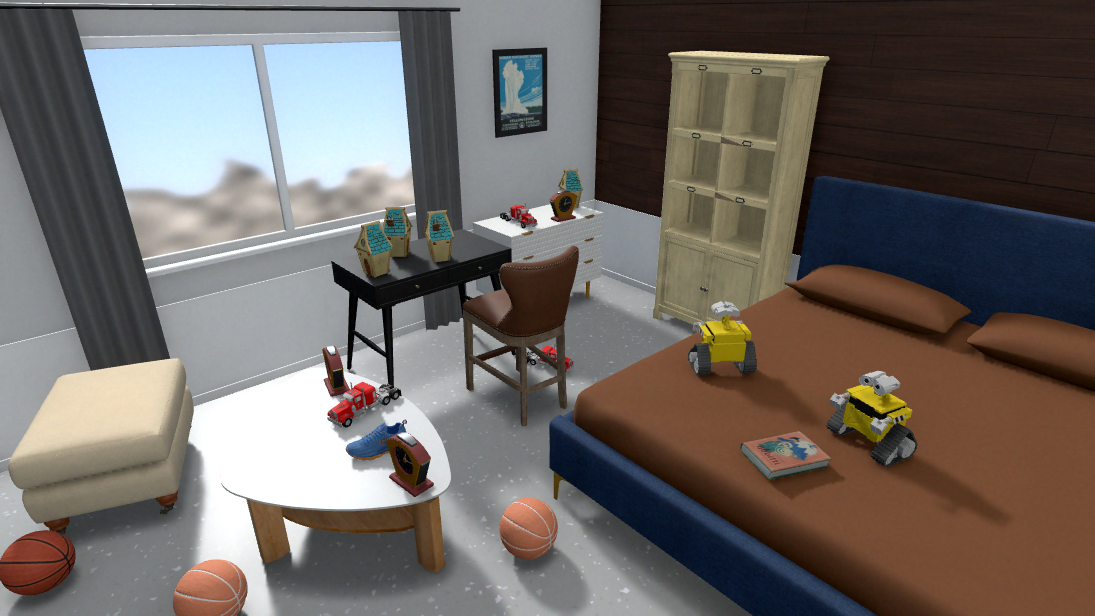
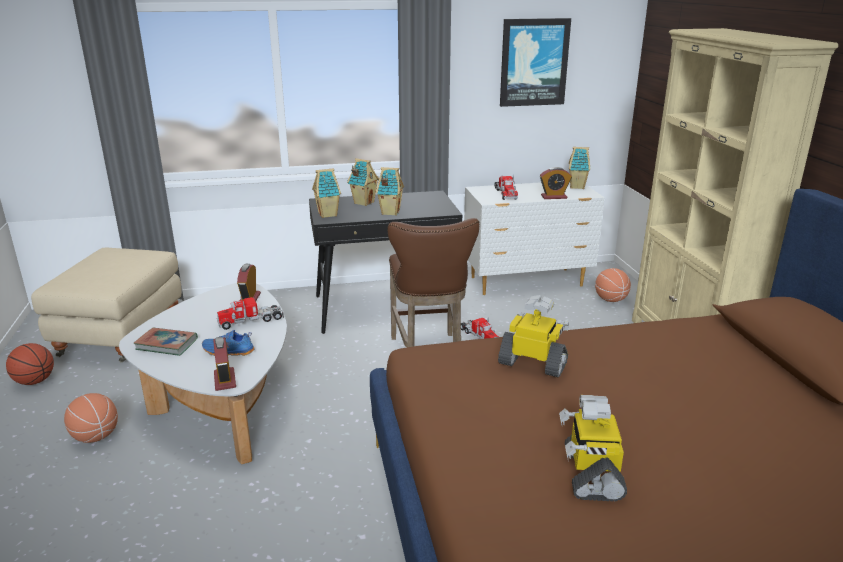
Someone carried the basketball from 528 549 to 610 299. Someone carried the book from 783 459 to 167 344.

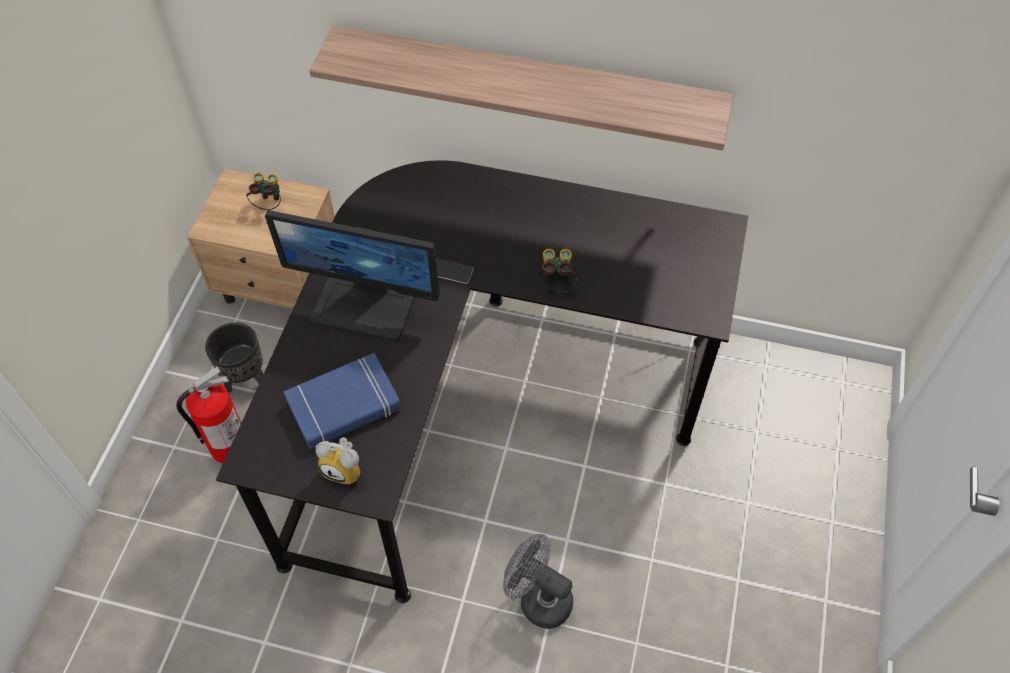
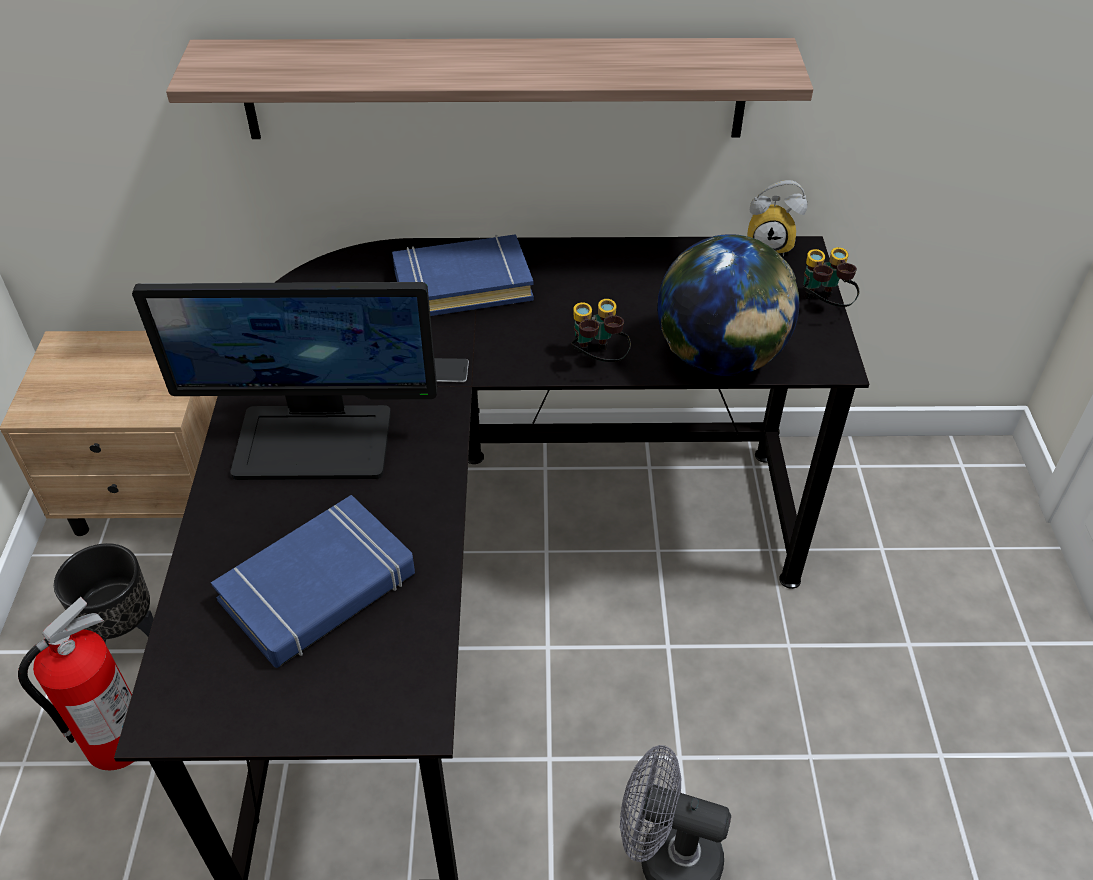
Someone carried the binoculars from 268 205 to 822 306. Someone carried the table clock from 345 469 to 770 245. Someone put down the book (blue-coloured) at 462 284. Someone put down the globe at 719 359.

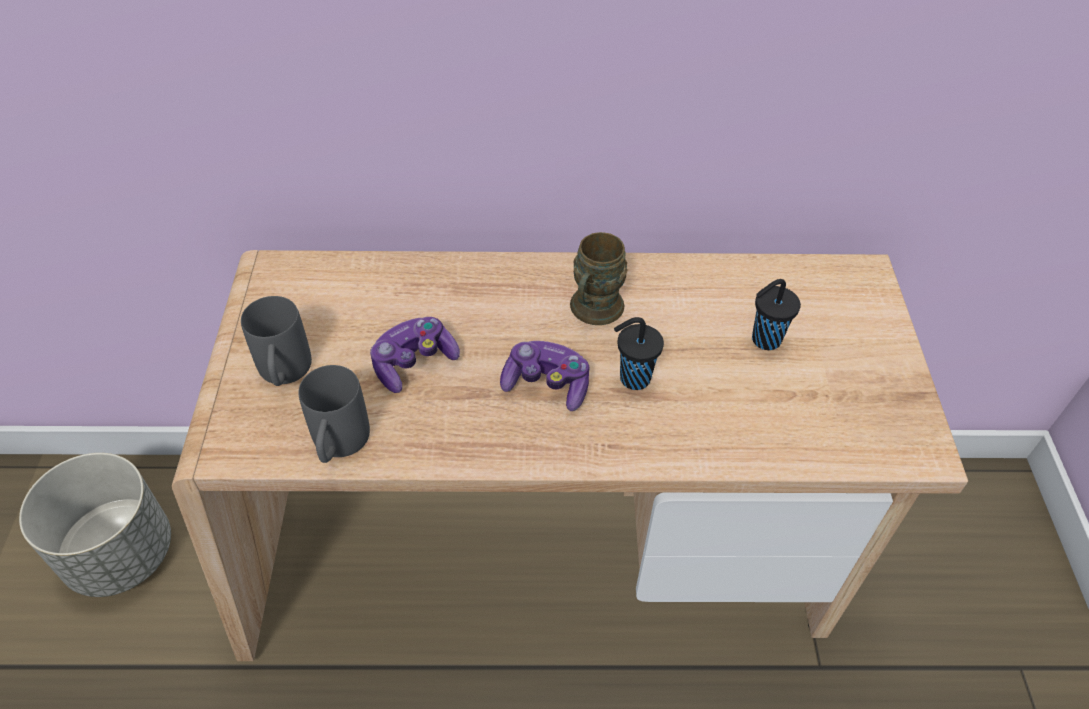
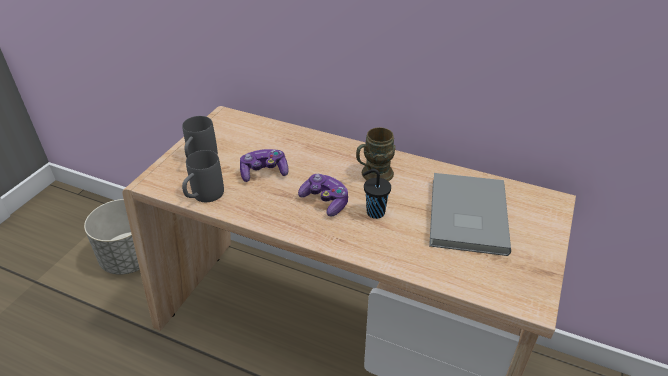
Someone swapped the cup (black-coloured) at 764 340 for the book (greyish) at 465 216.

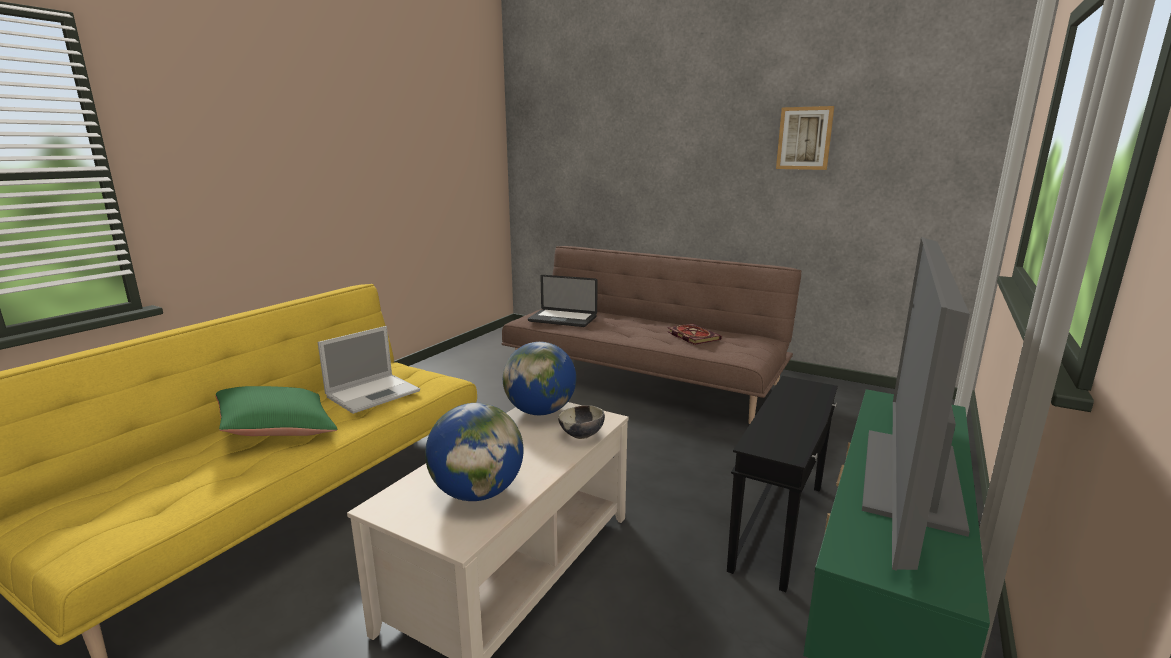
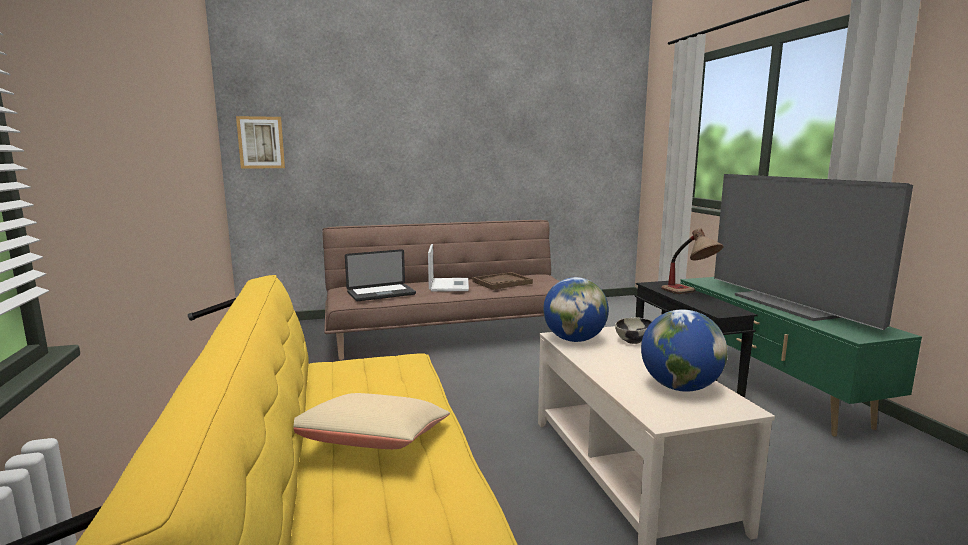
Someone repainted the throw pillow (green-coloured) at 278 429, which became the throw pillow (beige) at 373 443. Someone carried the notebook computer from 374 393 to 448 285. Someone swapped the book at 691 336 for the tray (brownish) at 502 282. Someone carried the wall picture from 804 138 to 261 142. Someone put down the table lamp at 689 294.

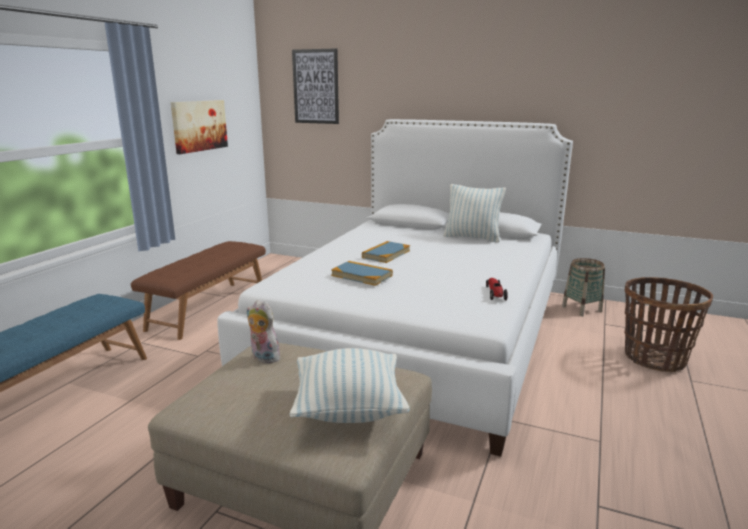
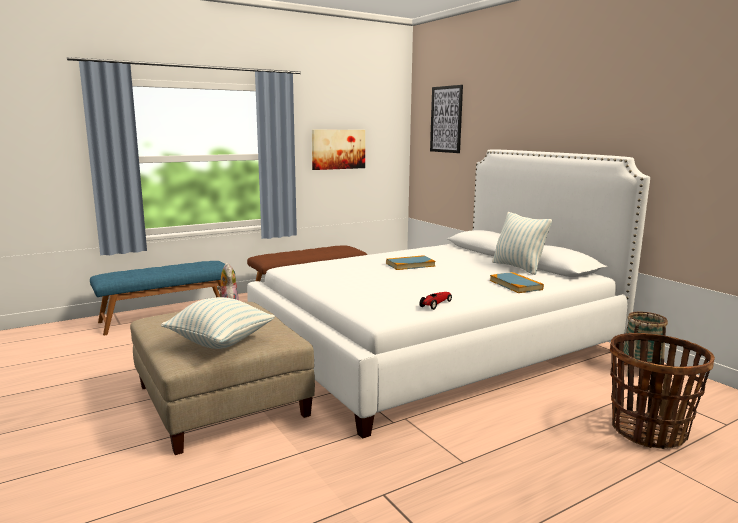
Someone carried the book from 362 275 to 515 285.

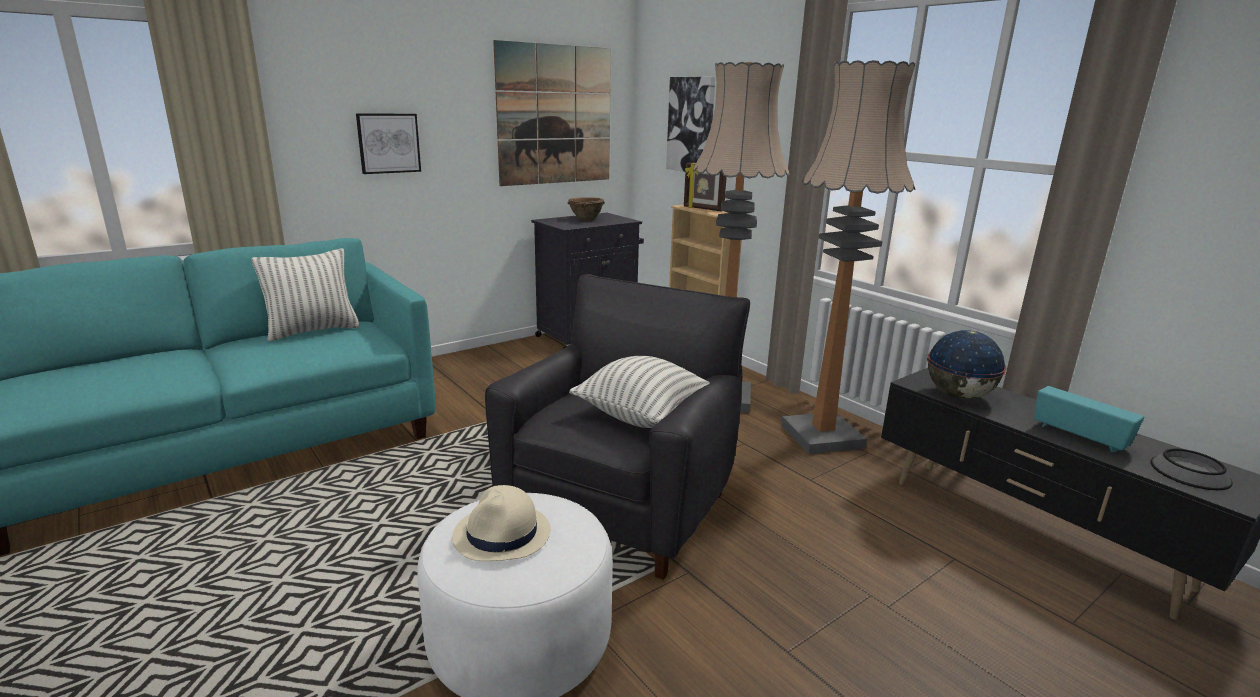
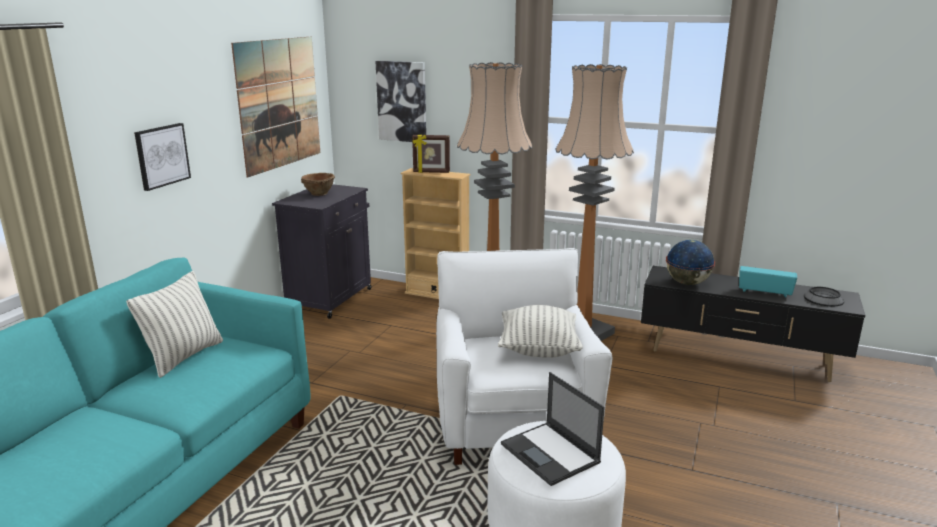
Someone swapped the hat (beige) at 502 535 for the notebook computer at 551 454. Someone repainted the armchair (black-coloured) at 622 507, which became the armchair (white) at 514 424.

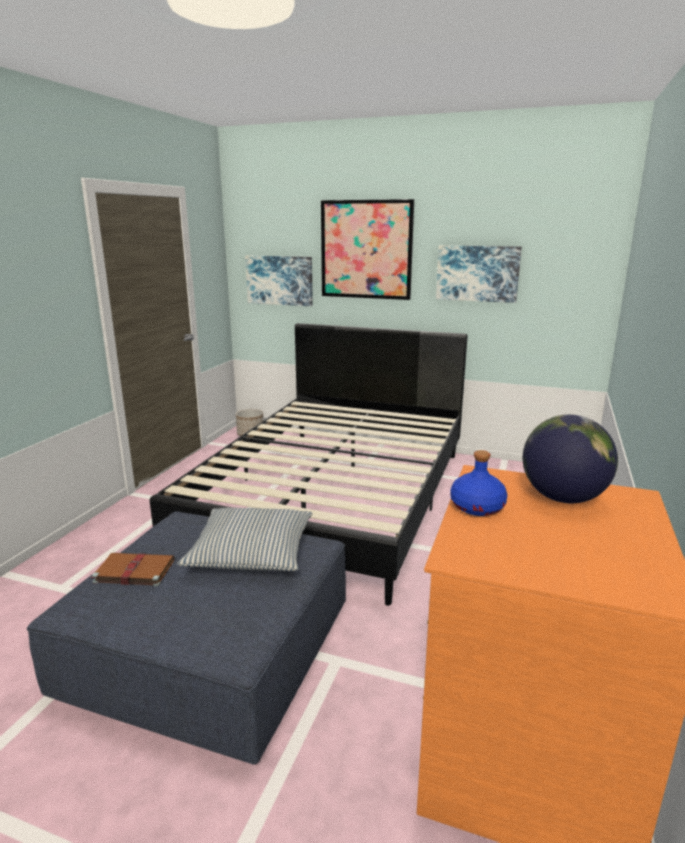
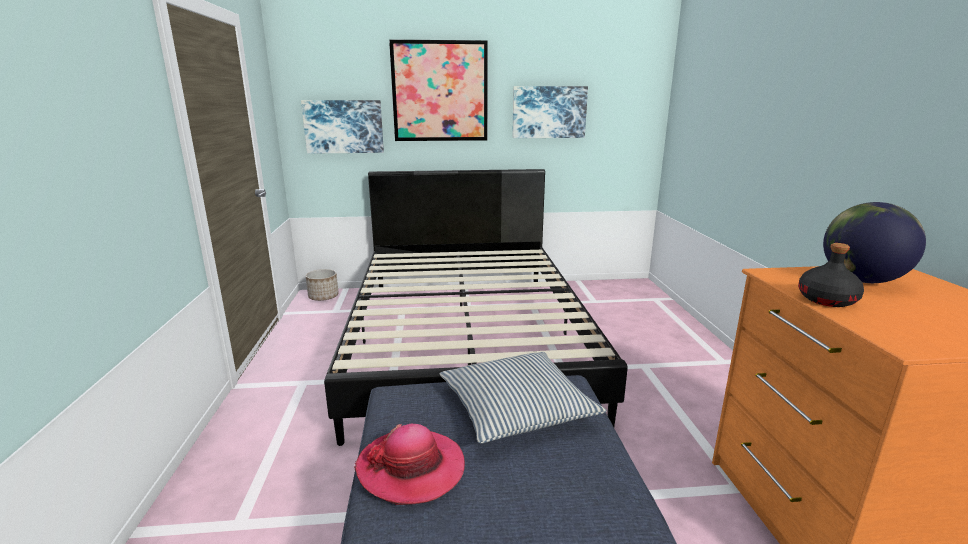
Someone swapped the book (brownish) at 133 571 for the hat at 411 468. Someone repainted the bottle (blue-coloured) at 478 507, which became the bottle (black-coloured) at 827 300.

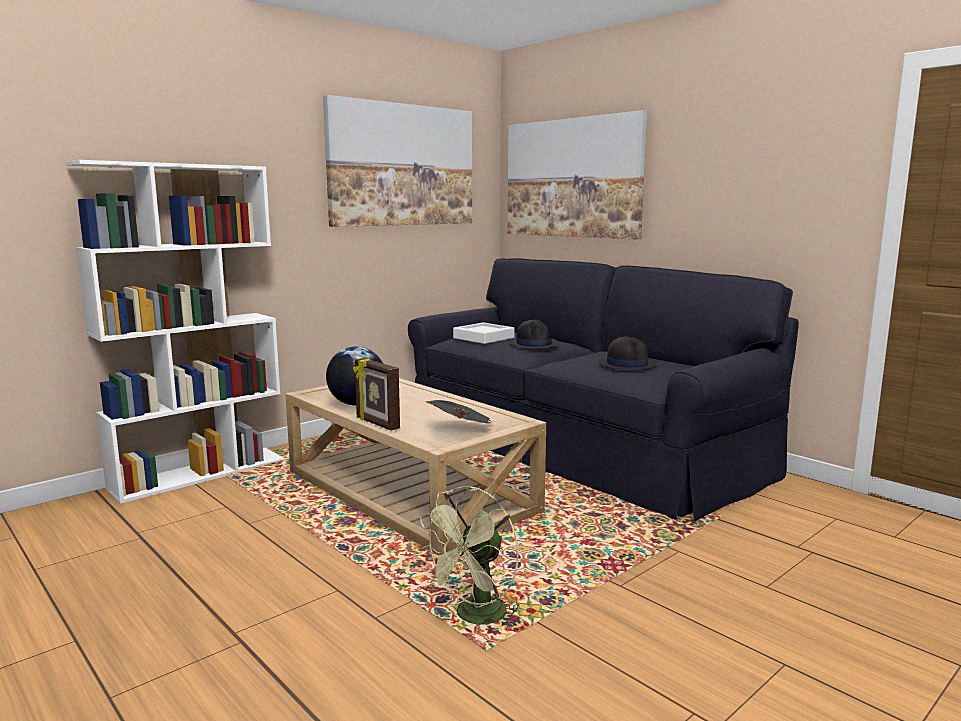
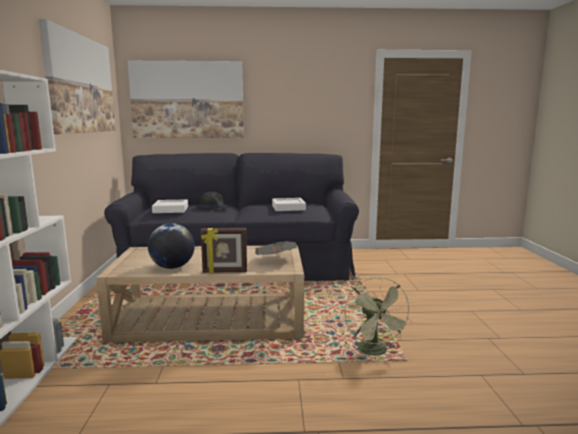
Someone swapped the hat (black-coloured) at 627 365 for the tray (white) at 288 208.

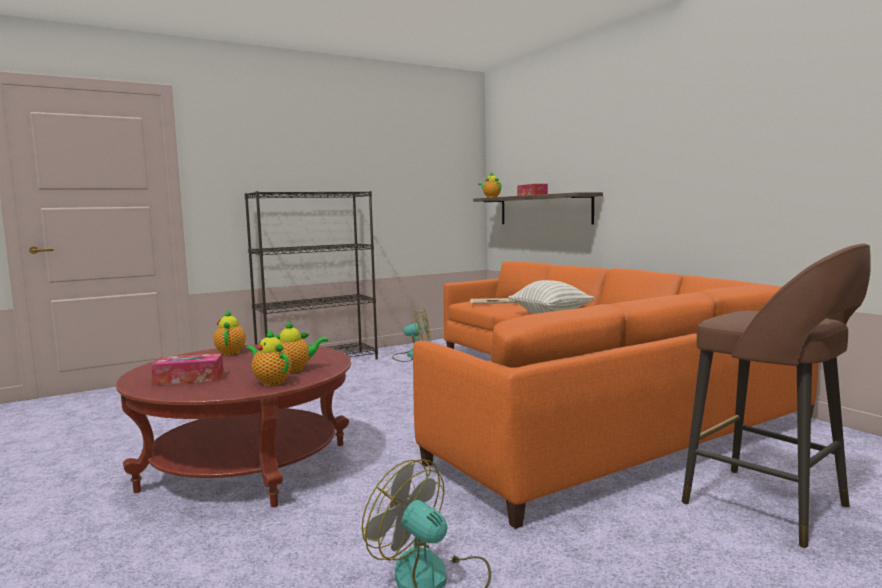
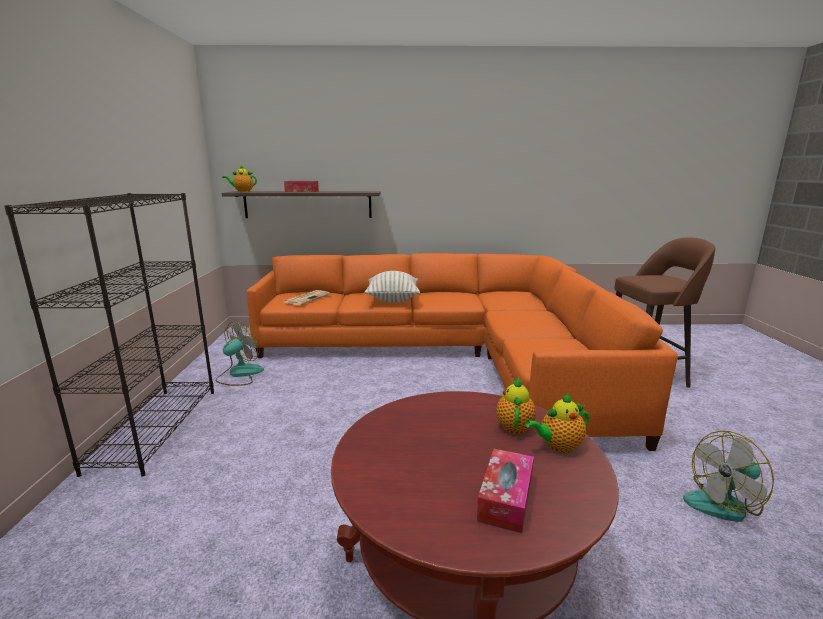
Someone took away the pot for tea at 231 352.

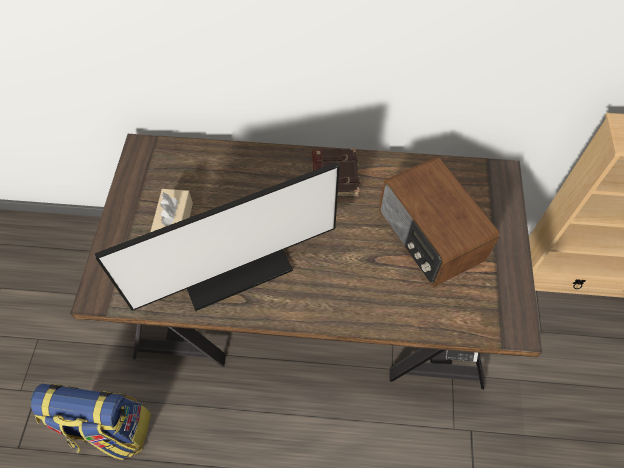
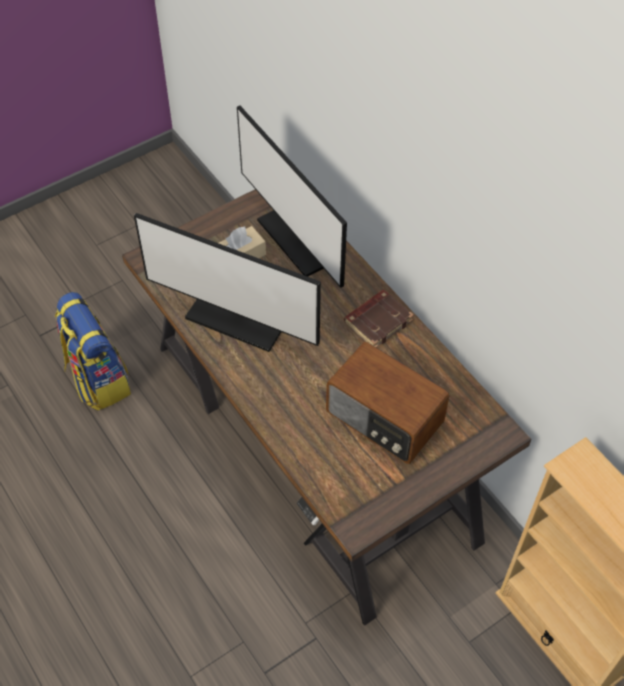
Someone rotated the radio receiver at 428 237 by 75 degrees counterclockwise. Someone put down the computer display at 298 239.

